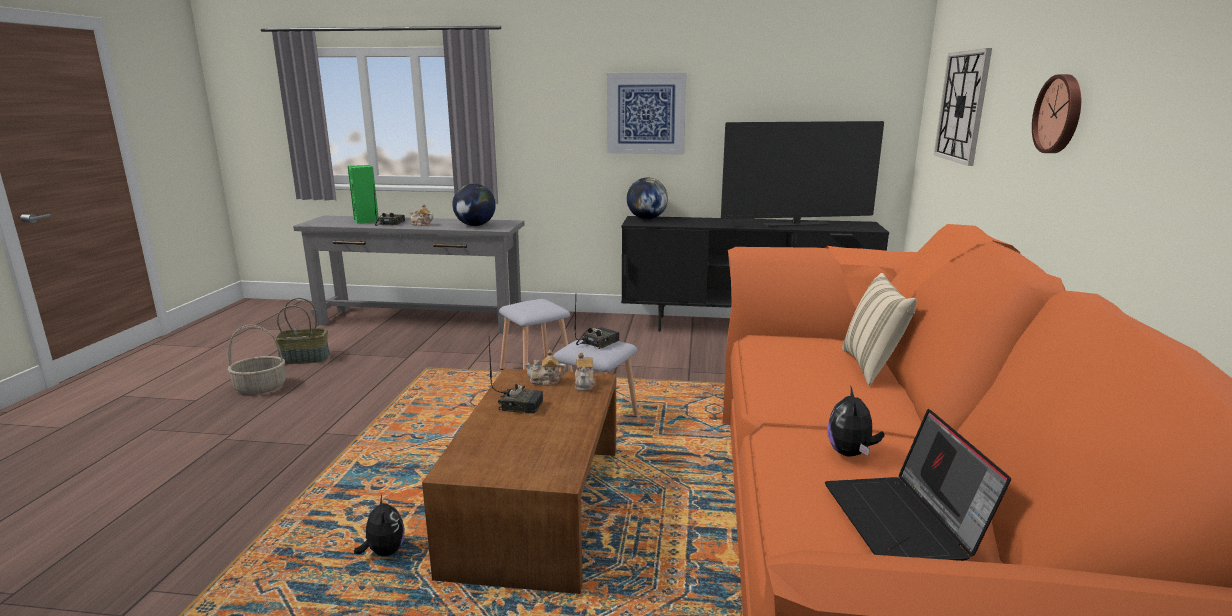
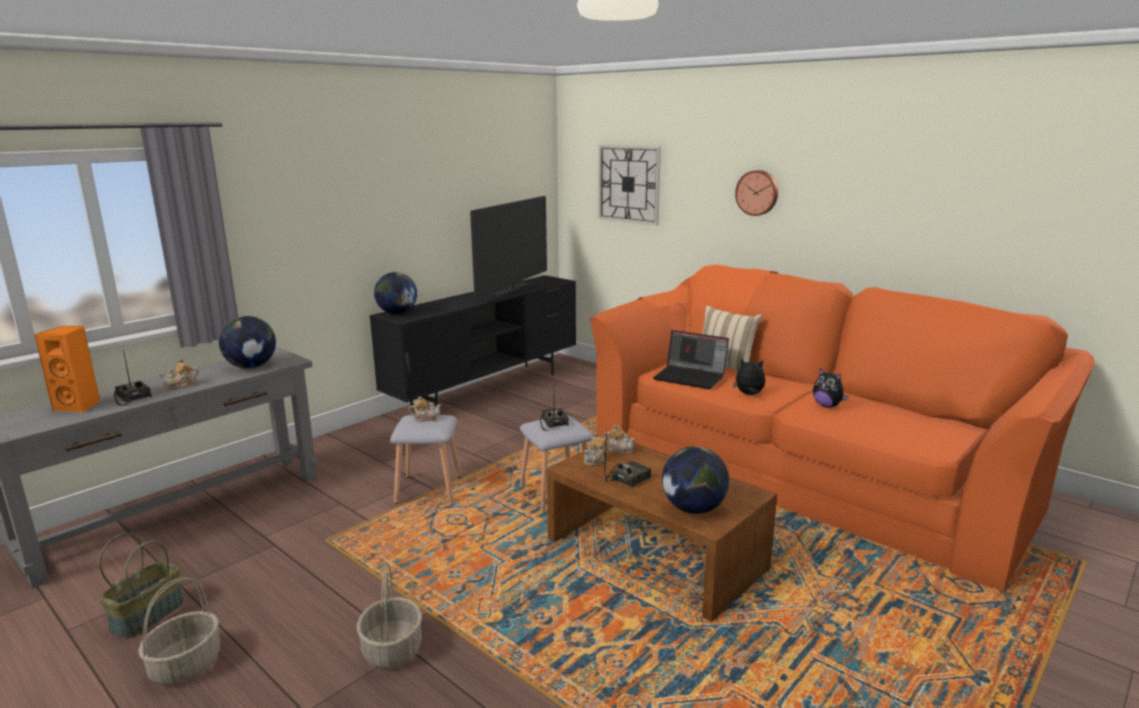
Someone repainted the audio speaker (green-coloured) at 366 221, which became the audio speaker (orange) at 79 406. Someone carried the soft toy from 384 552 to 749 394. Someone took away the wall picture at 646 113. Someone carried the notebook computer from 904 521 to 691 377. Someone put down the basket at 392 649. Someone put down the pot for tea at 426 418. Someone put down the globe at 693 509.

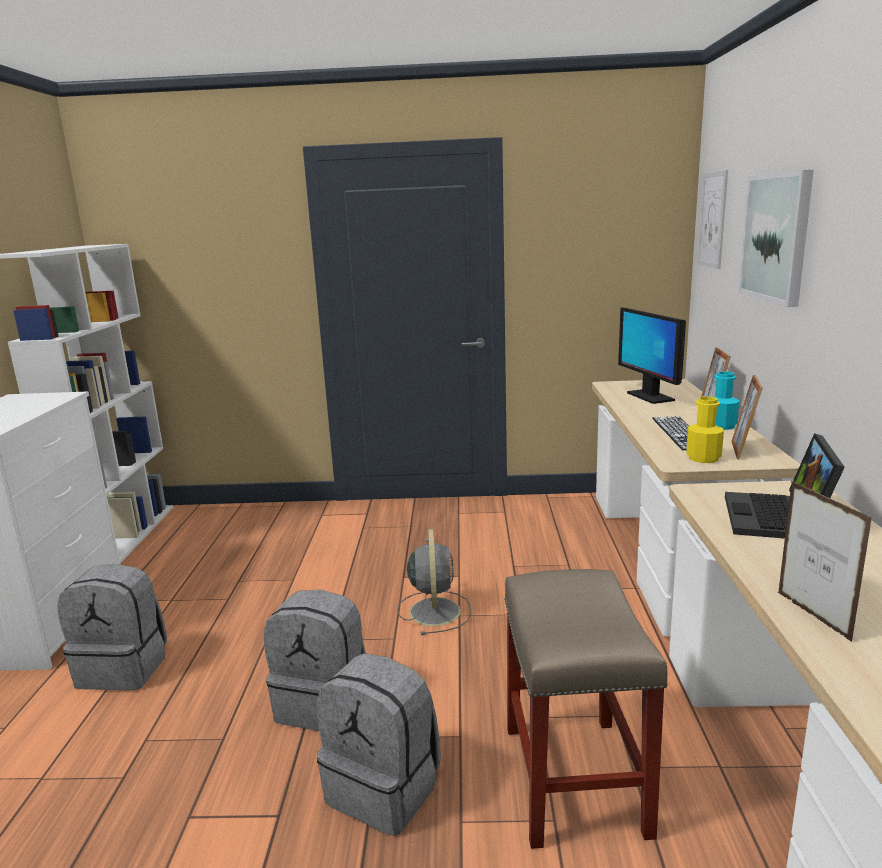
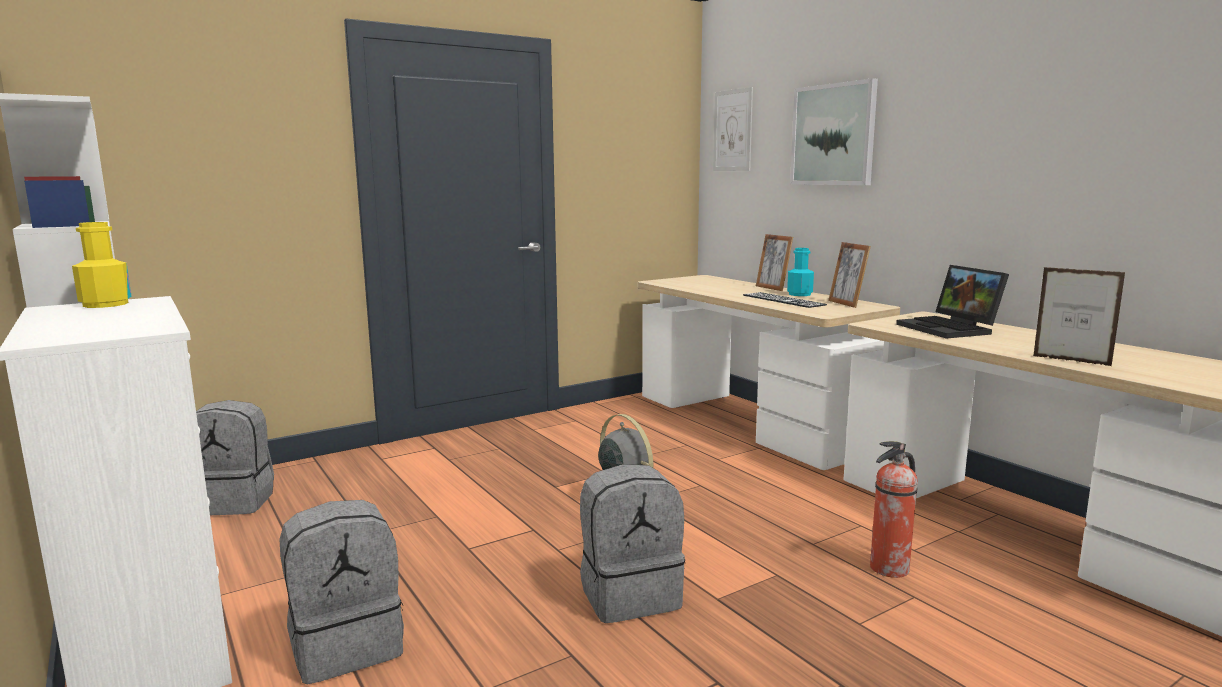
Someone carried the knapsack (greyish) from 385 788 to 234 501. Someone swapped the sitting stool (beige) at 572 776 for the fire-fighting cylinder at 888 568. Someone took away the computer display at 650 396. Someone carried the bottle (yellow) from 703 458 to 106 304.

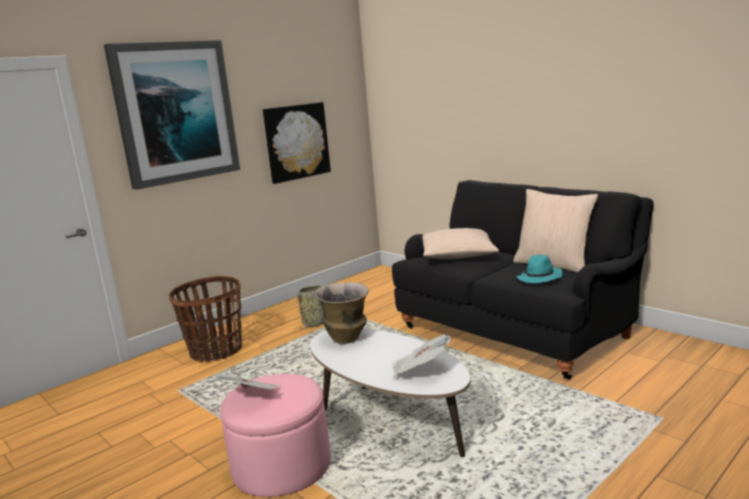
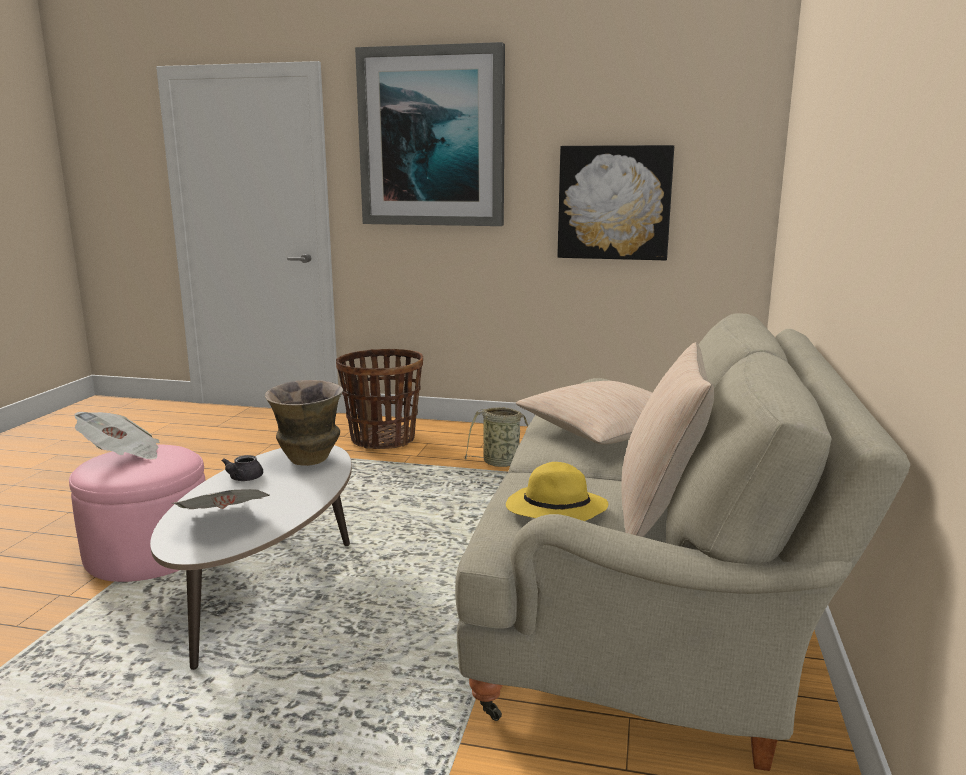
Someone repainted the sofa (black-coloured) at 517 329, which became the sofa (beige) at 650 617. Someone repainted the hat (blue-green) at 539 278, which became the hat (yellow) at 554 511. Someone put down the pot for tea (greyish) at 243 479.

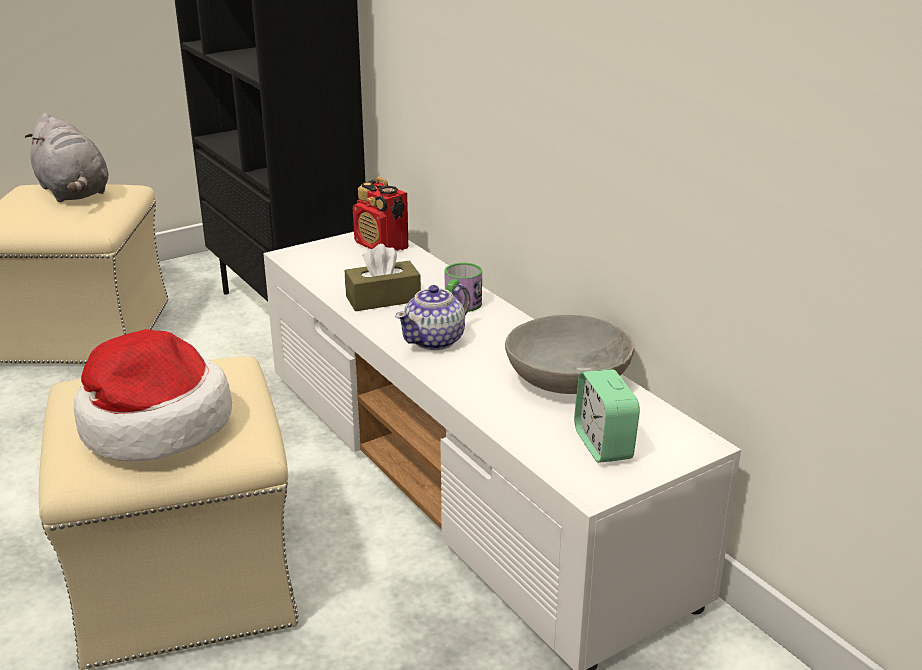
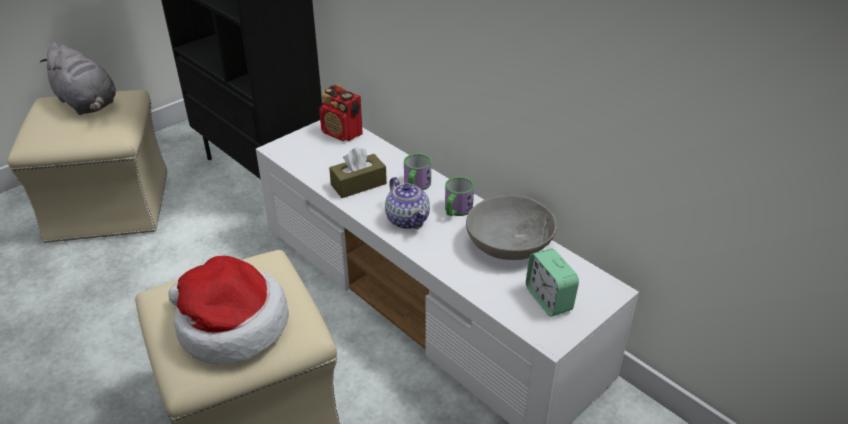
Someone rotated the pot for tea at 435 340 by 60 degrees counterclockwise. Someone put down the mug at 456 210.

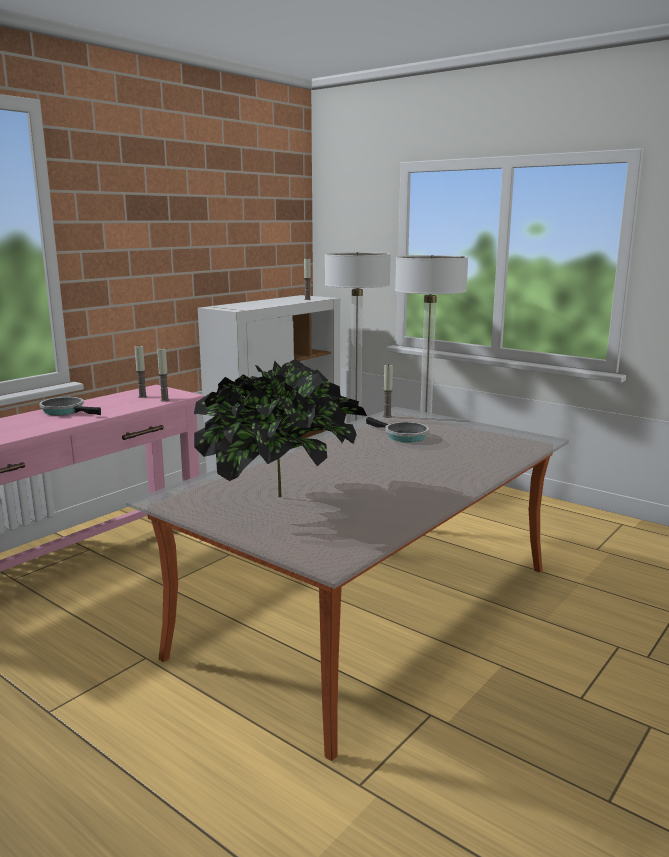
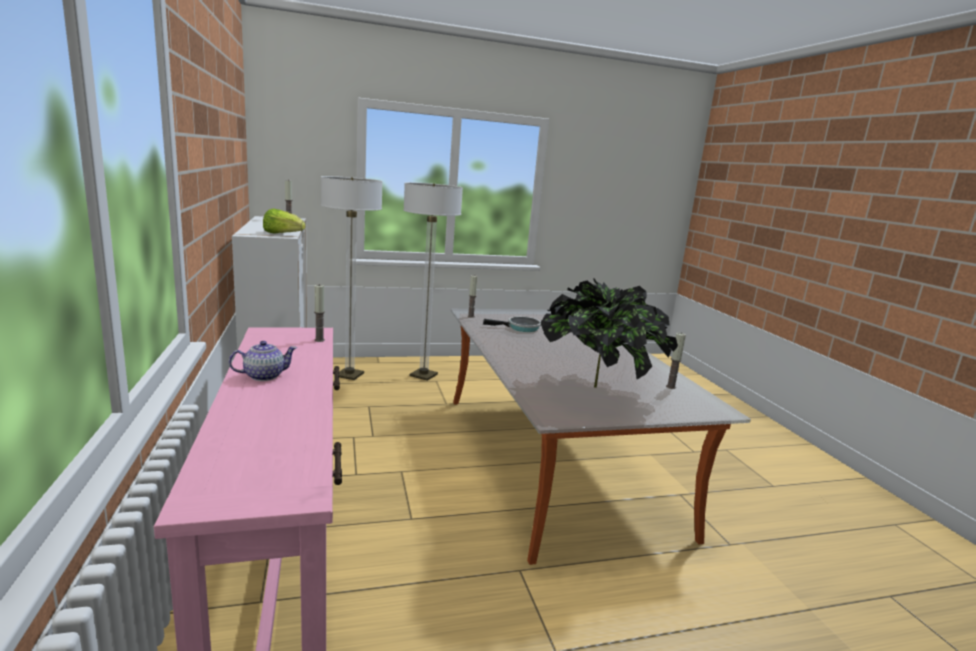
Someone swapped the pan at 66 411 for the pot for tea at 263 376. Someone carried the wax light from 142 396 to 670 387. Someone put down the lettuce at 282 234.

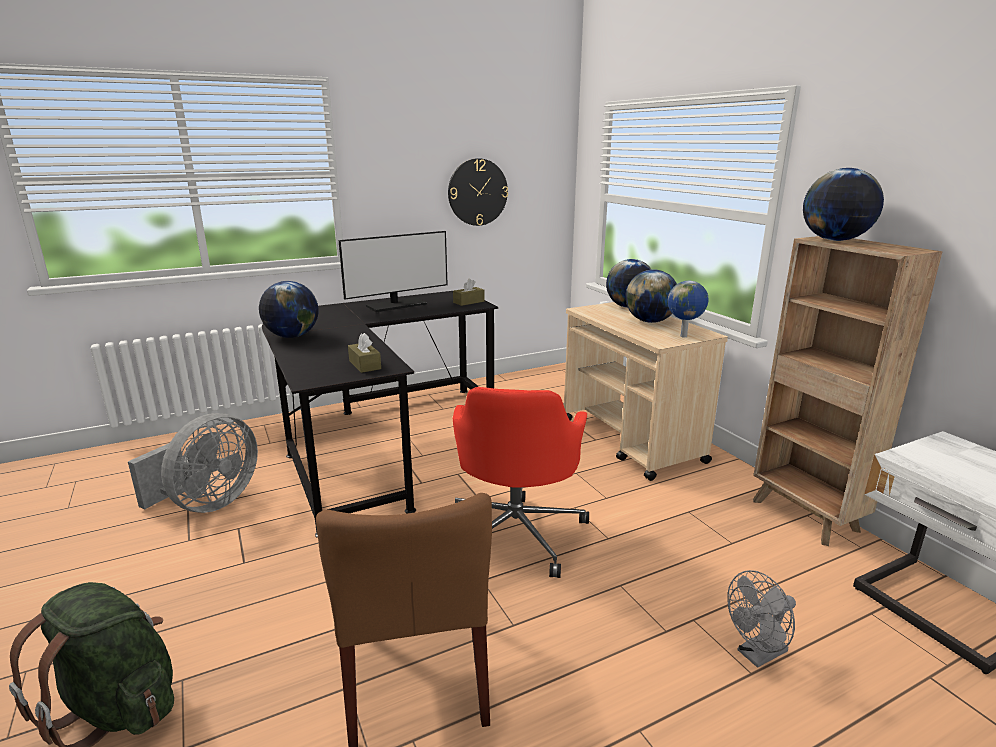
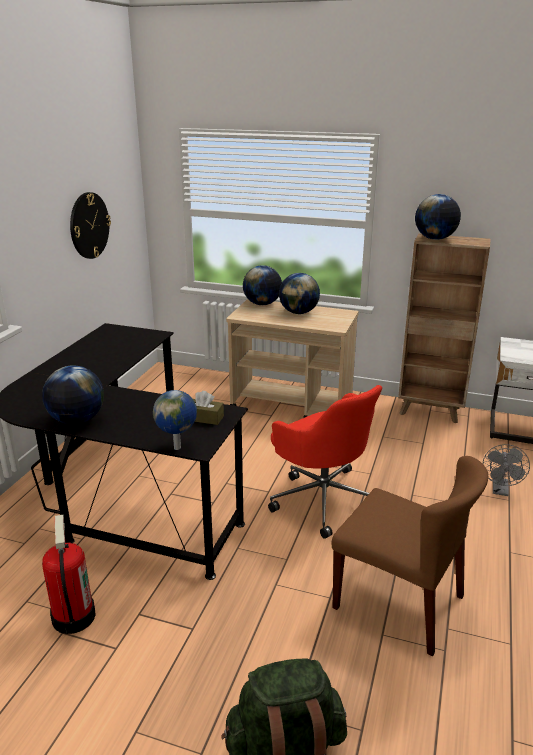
Someone swapped the fan (greyish) at 208 503 for the fire-fighting cylinder at 73 617. Someone took away the computer display at 396 305. Someone took away the box of tissues (brownish) at 468 302. Someone carried the globe from 684 336 to 178 448.

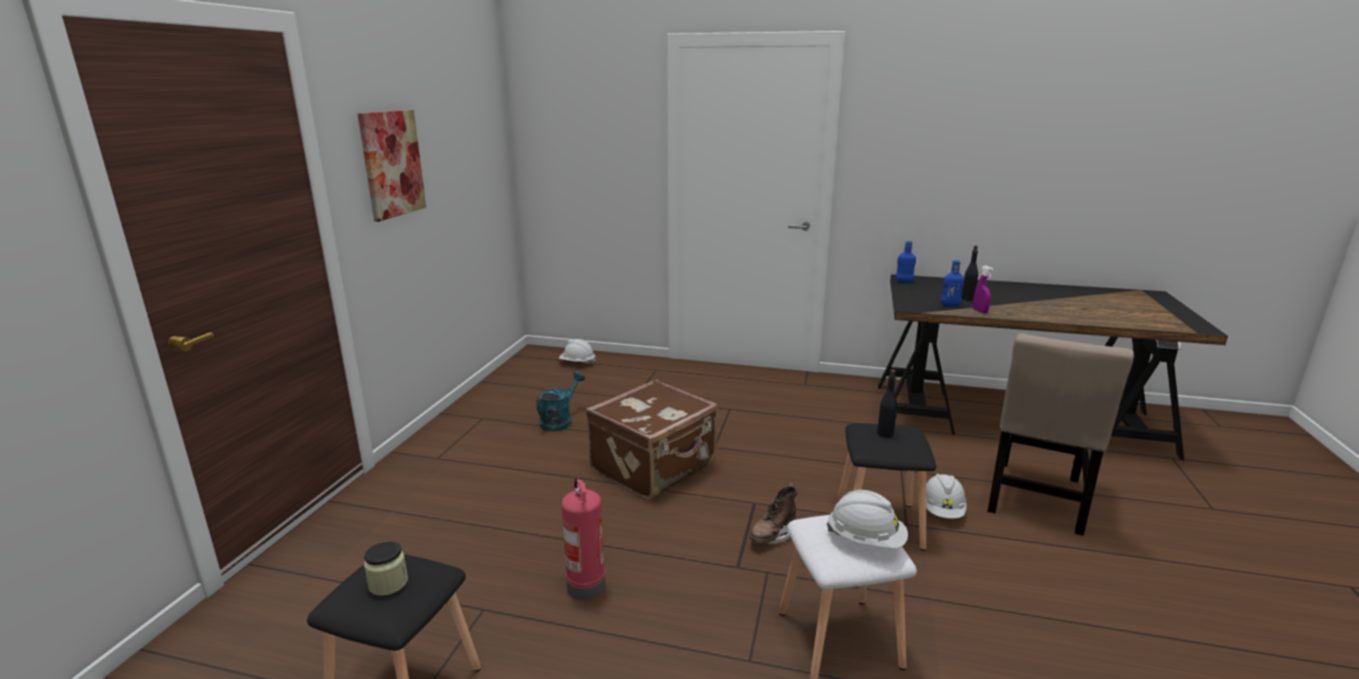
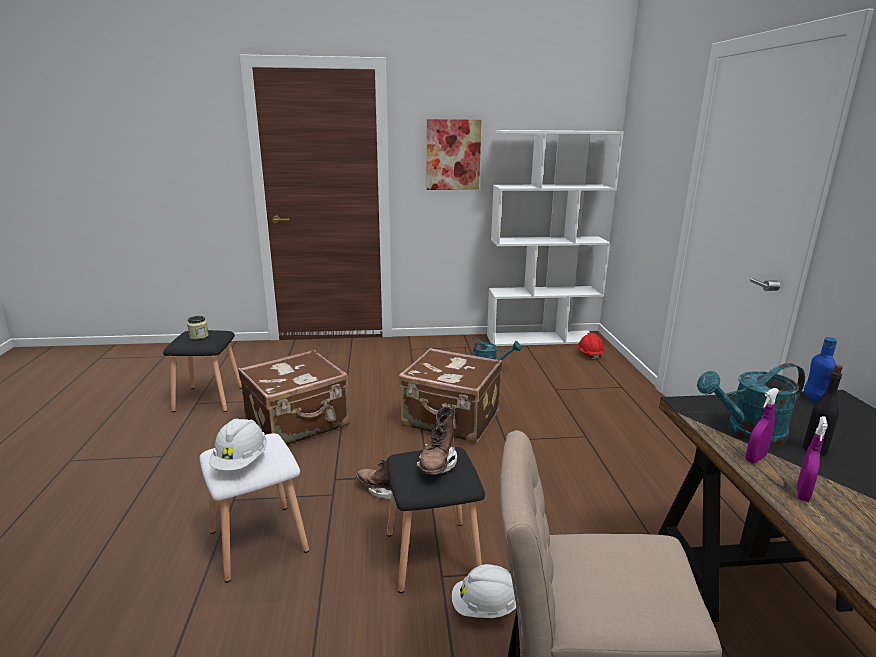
Someone repainted the work helmet (white) at 577 363, which became the work helmet (red-coloured) at 589 354. Someone swapped the fire-fighting cylinder at 585 585 for the suitcase (brownish) at 298 424. Someone swapped the bottle (black-coloured) at 885 434 for the boot (brownish) at 437 463. Someone swapped the bottle (blue-coloured) at 950 305 for the watering can (blue-green) at 747 434. Someone put down the bookcase (white) at 542 338. Someone put down the sprayer (purple) at 802 494.

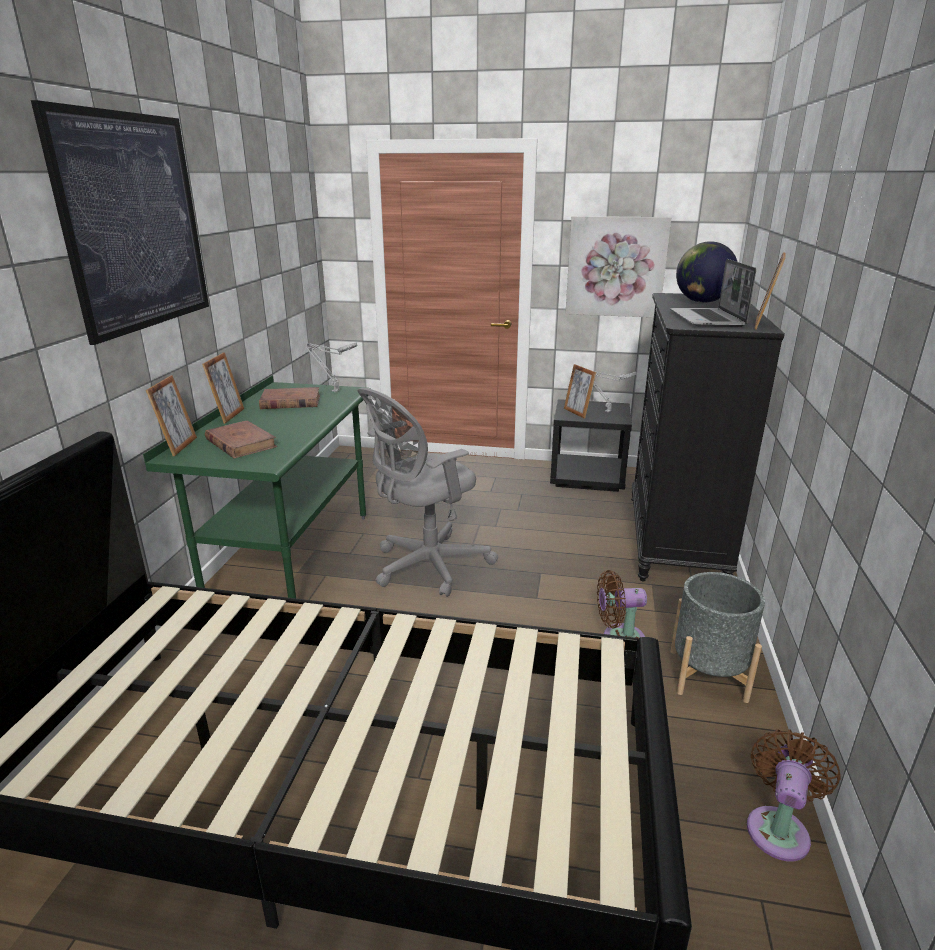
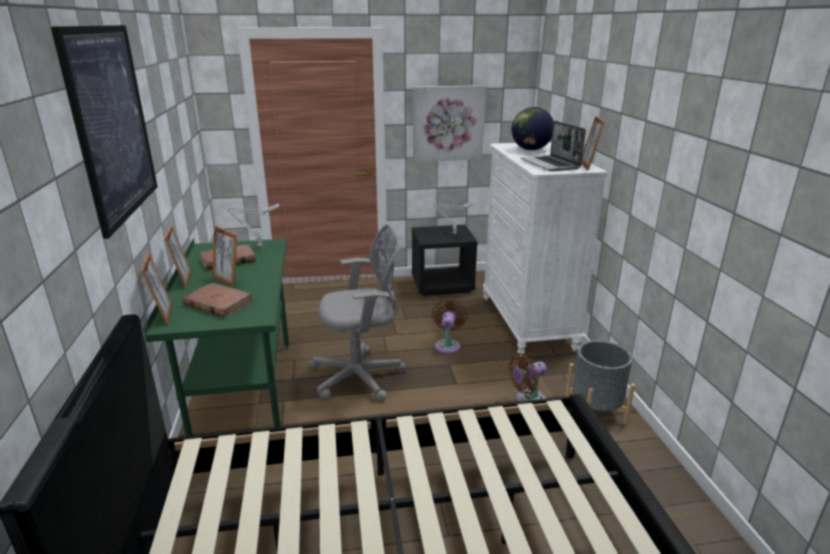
Someone rotated the office chair (greyish) at 426 566 by 135 degrees counterclockwise. Someone carried the standing frame from 577 412 to 228 280. Someone repainted the drawer chest (black-coloured) at 675 541, which became the drawer chest (white) at 527 322. Someone carried the fan (brownish) from 778 828 to 448 345.

